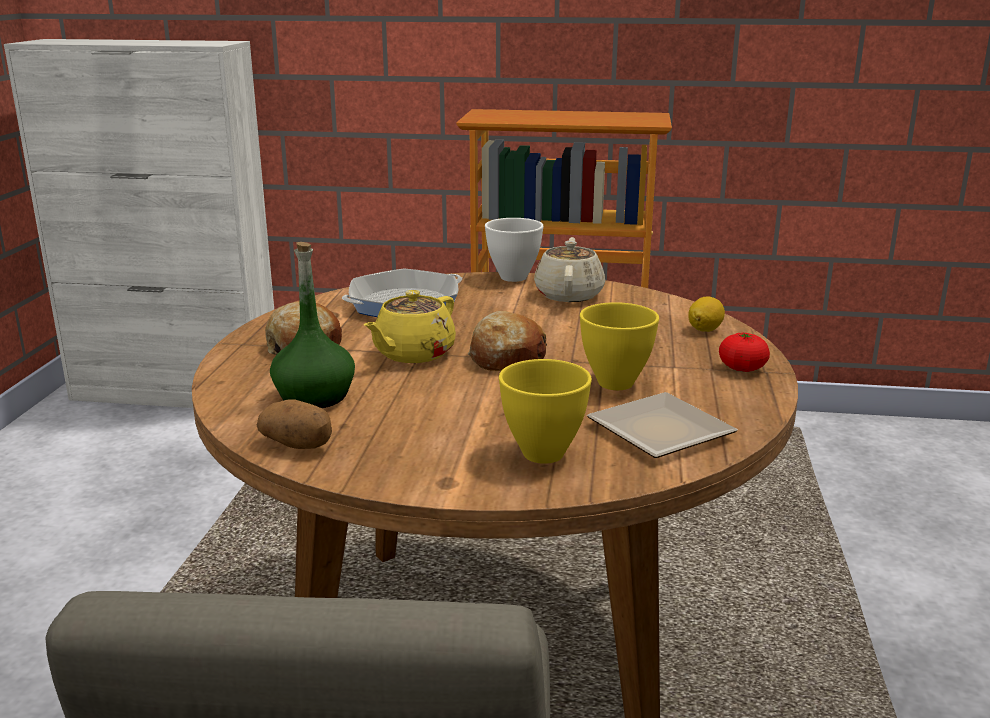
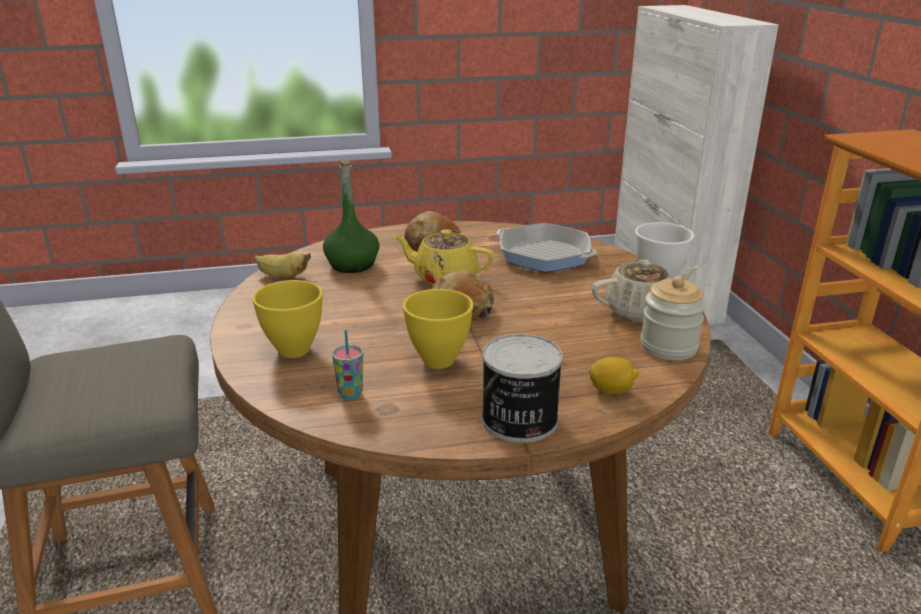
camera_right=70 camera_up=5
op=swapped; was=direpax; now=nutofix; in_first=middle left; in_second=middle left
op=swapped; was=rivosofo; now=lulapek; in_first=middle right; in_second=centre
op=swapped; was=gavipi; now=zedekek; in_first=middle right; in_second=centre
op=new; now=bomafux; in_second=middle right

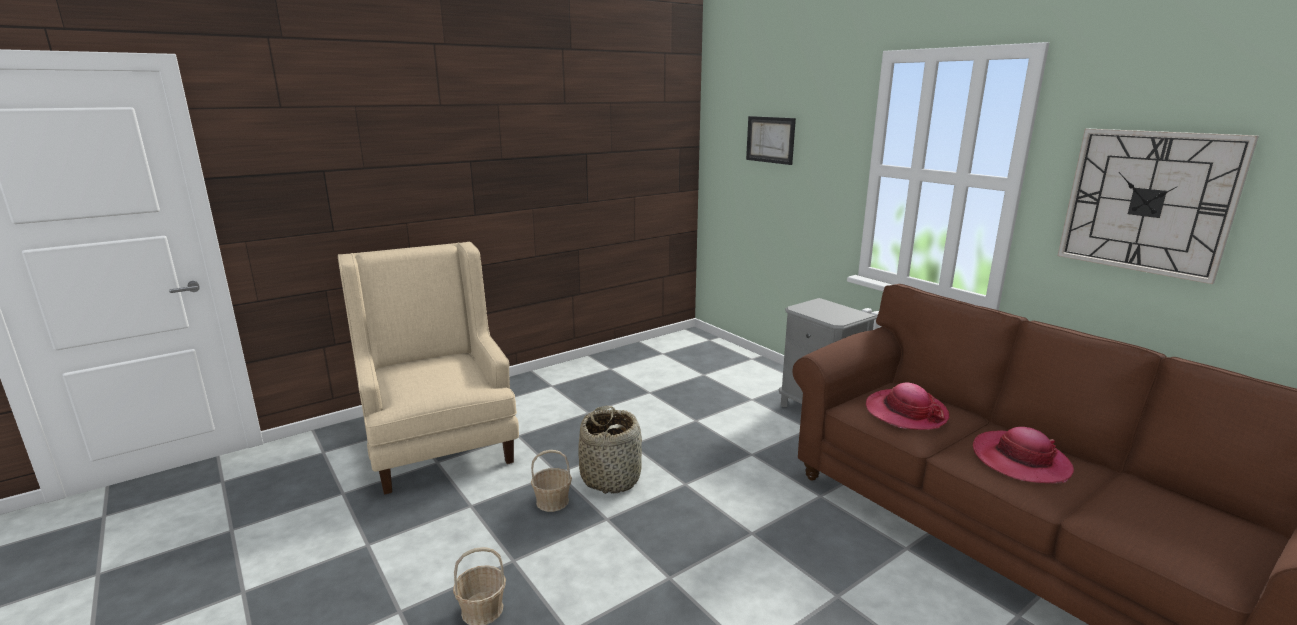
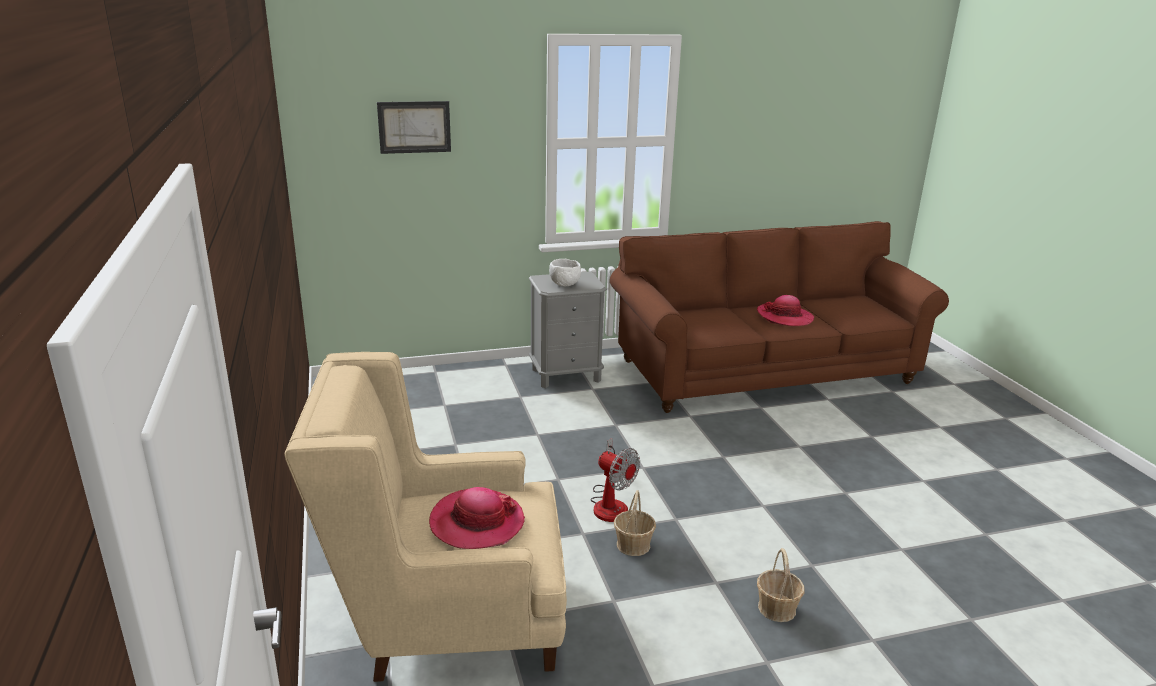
camera_right=-70 camera_up=5
op=shifted; was=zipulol (no. 1 from left); in_first=middle right; in_second=bottom centre
op=new; now=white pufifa; in_second=centre
op=swapped; was=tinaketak (no. 3 from left); now=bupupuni; in_first=bottom centre; in_second=bottom centre
op=gone; was=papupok; in_first=top right

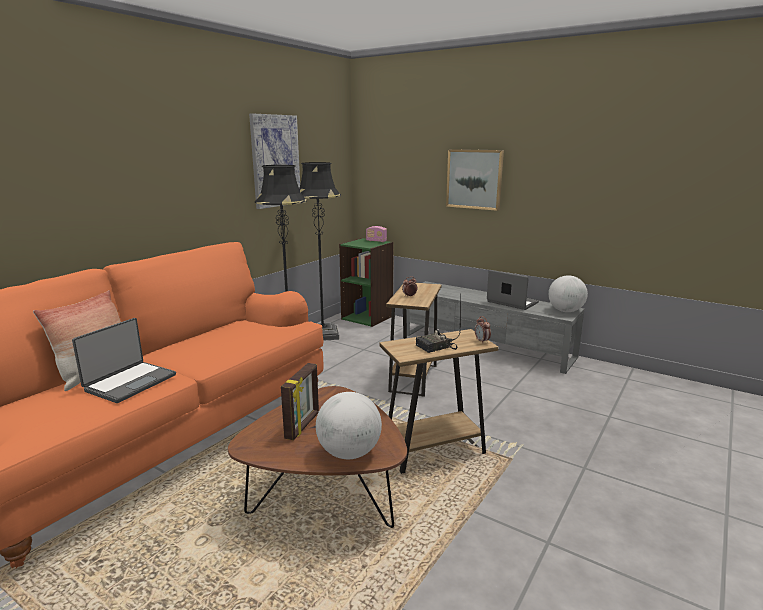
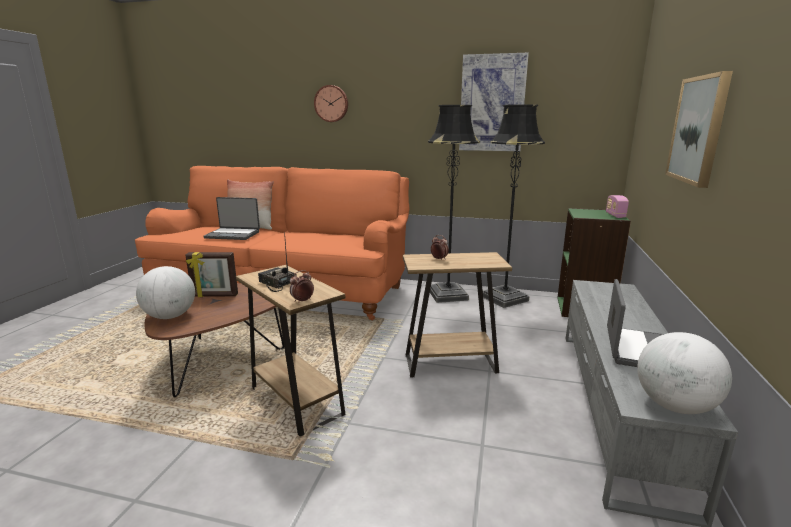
camera_right=70 camera_up=0
op=new; now=papupok; in_second=top centre

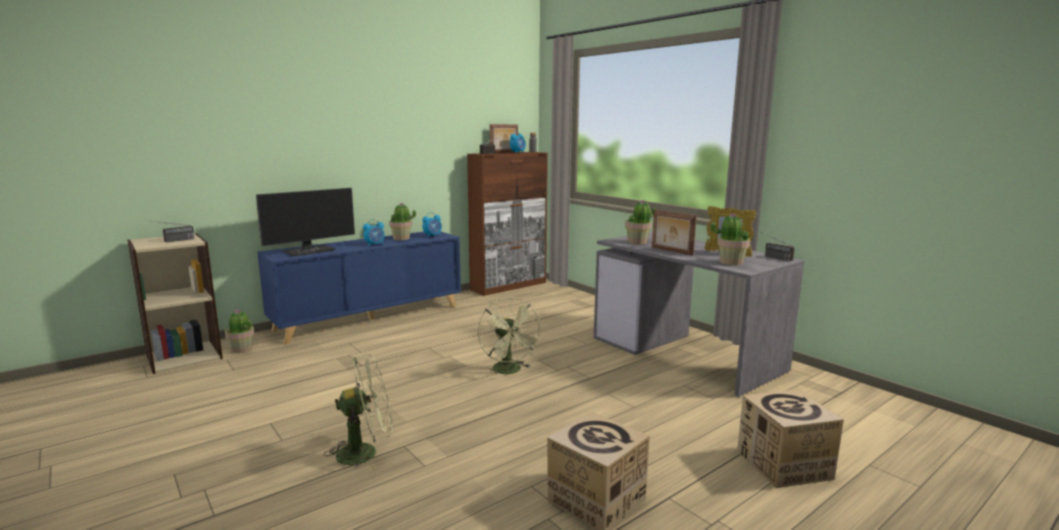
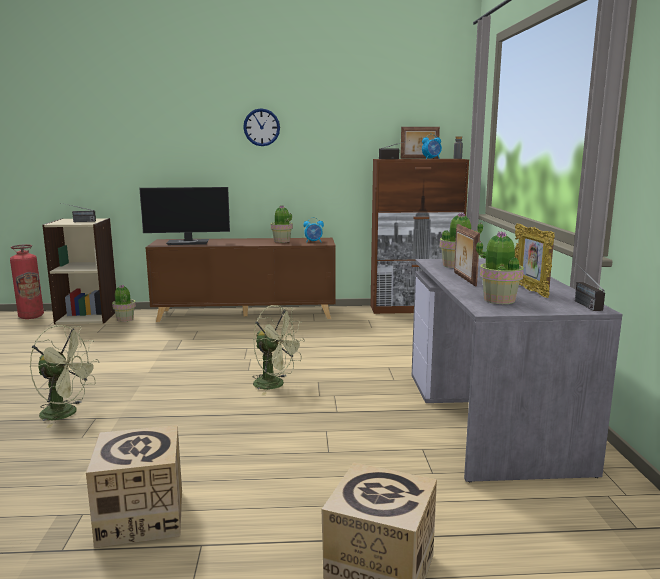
camera_right=35 camera_up=0
op=new; now=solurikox; in_second=middle left
op=repainted; was=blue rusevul; now=brown rusevul (no. 1 from left); in_first=centre; in_second=centre
op=new; now=papupok; in_second=top centre
op=rotated; was=green bupupuni (no. 2 from left); in_first=centre; in_second=centre; clockwise=-75
op=gone; was=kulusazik (no. 1 from left); in_first=centre

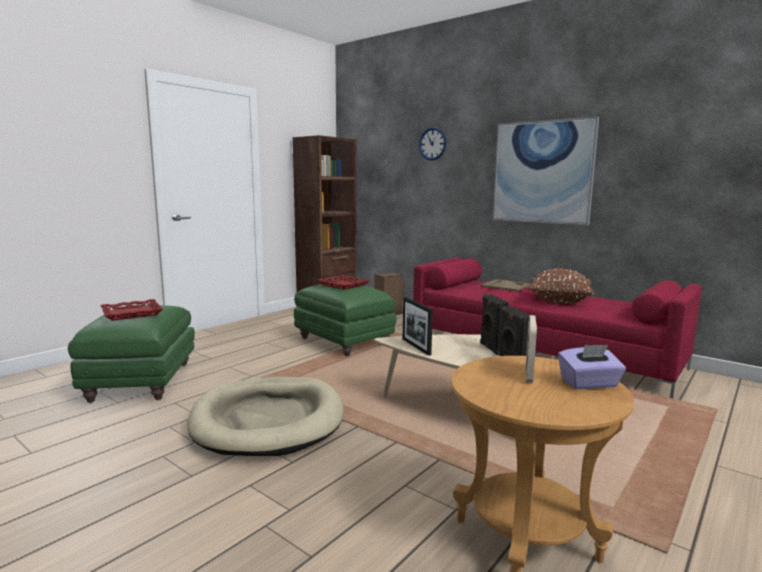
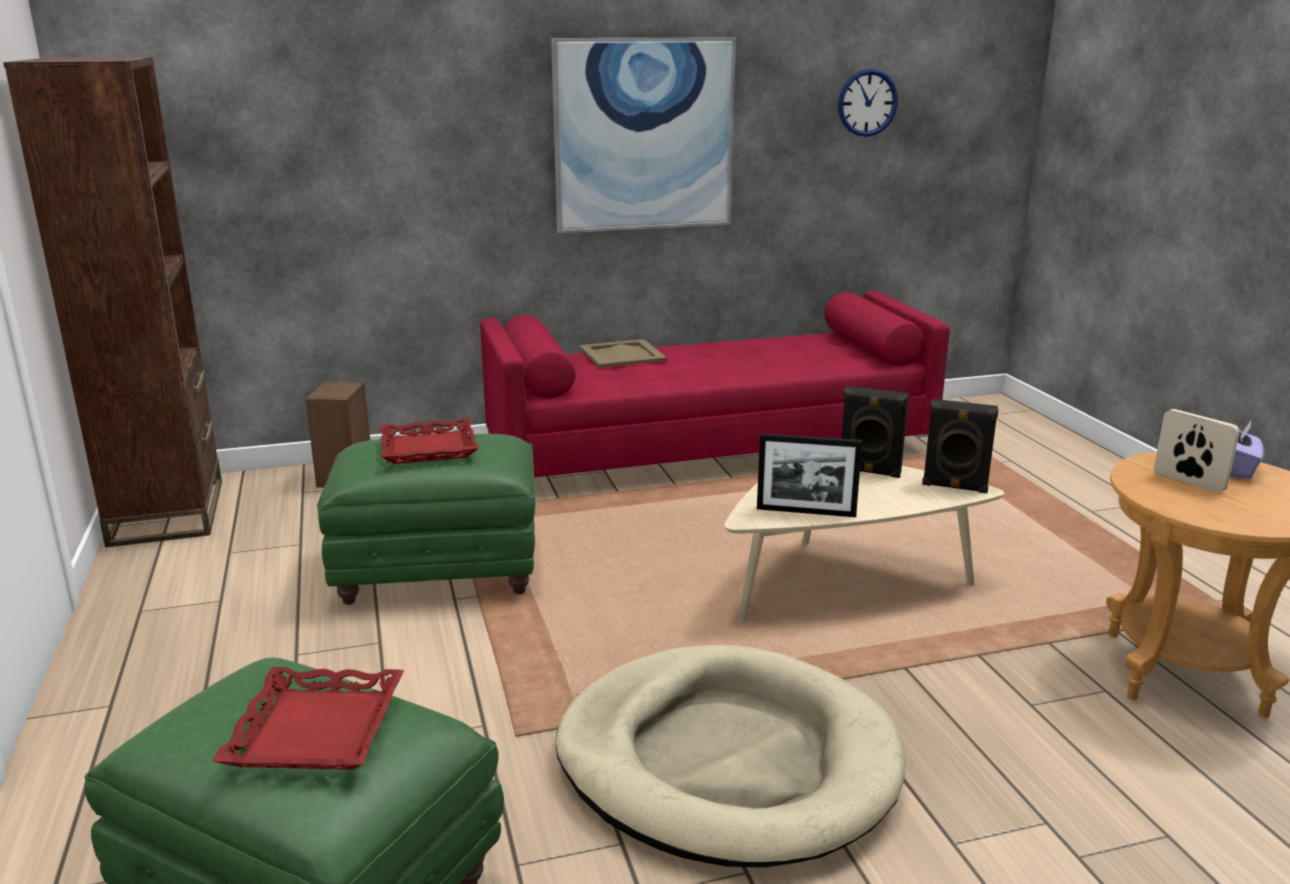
camera_right=-55 camera_up=10
op=shifted; was=papupok; in_first=top centre; in_second=top right
op=gone; was=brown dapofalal; in_first=middle right

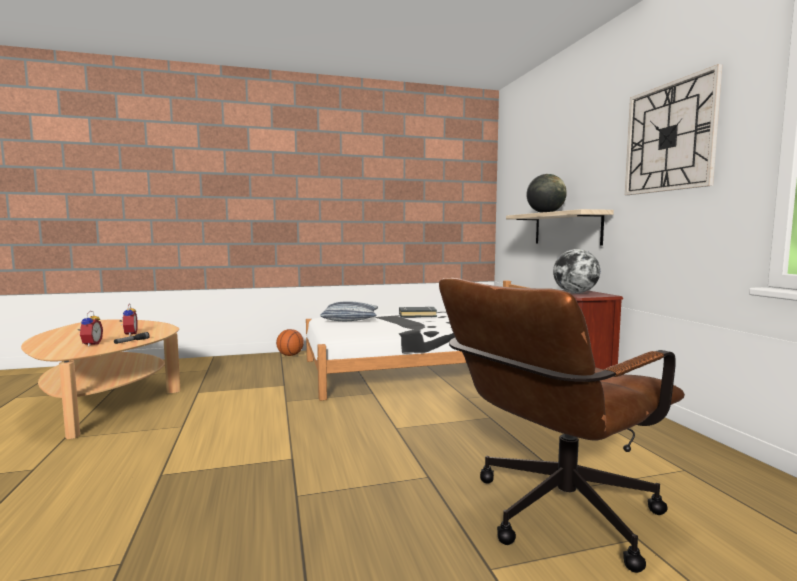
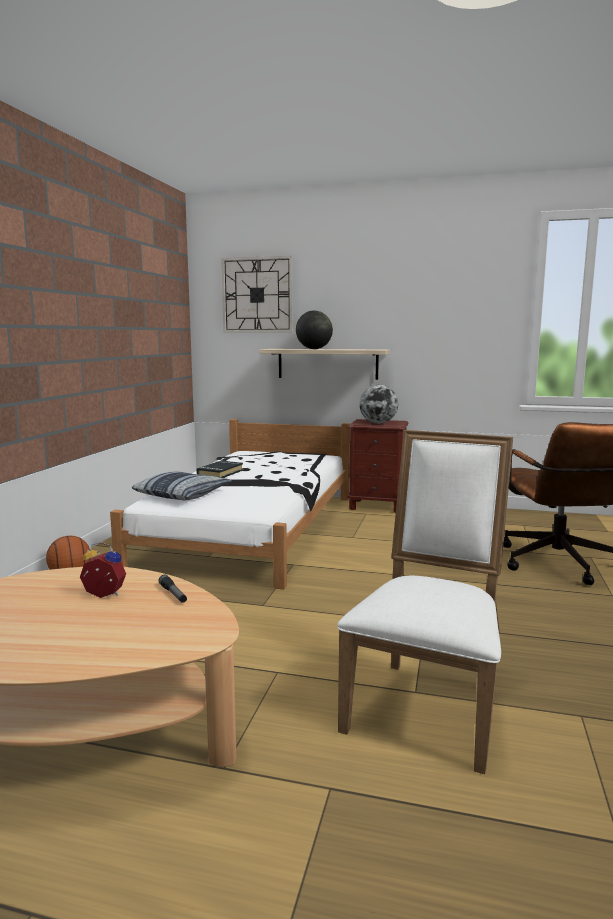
camera_right=-60 camera_up=5
op=shifted; was=papupok; in_first=top right; in_second=top centre
op=new; now=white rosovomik; in_second=middle right
op=gone; was=kulusazik (no. 1 from left); in_first=middle left

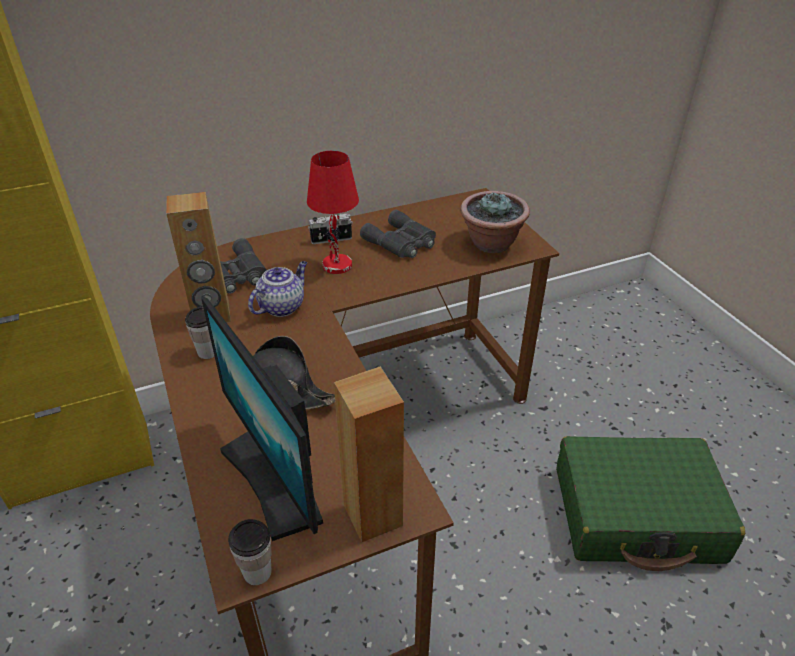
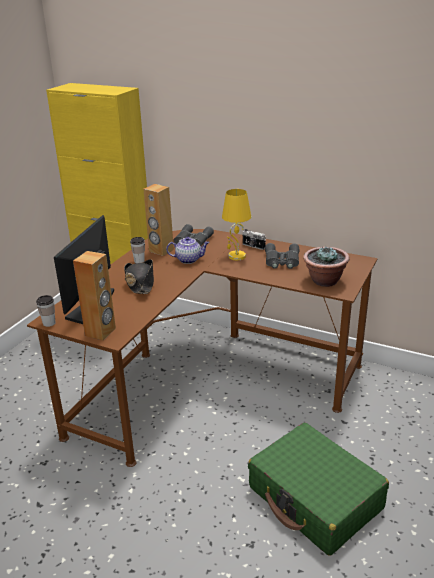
camera_right=50 camera_up=-10
op=repainted; was=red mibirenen; now=yellow mibirenen; in_first=top centre; in_second=centre

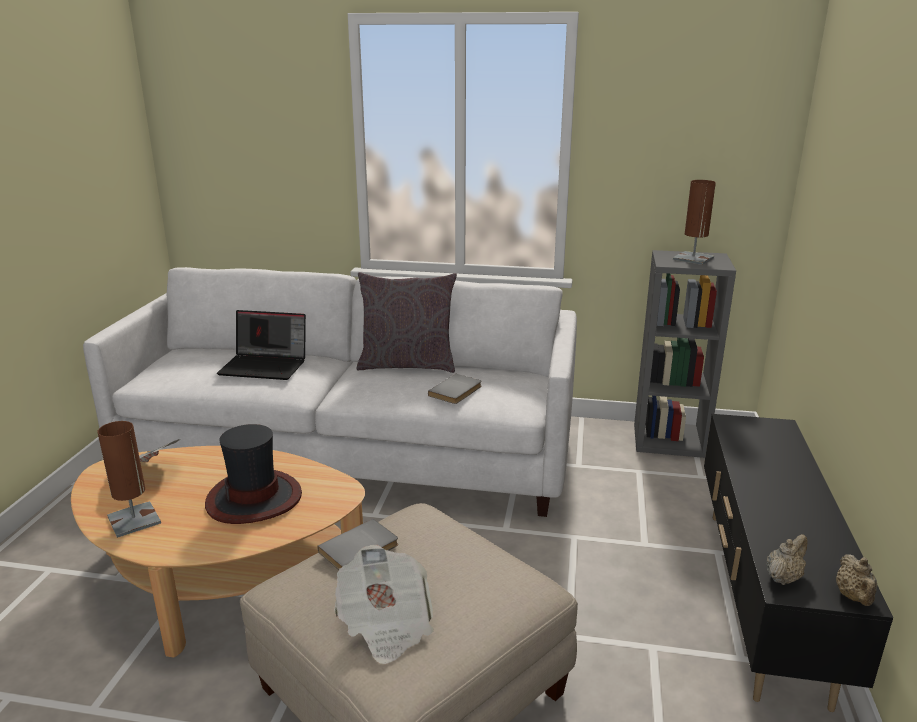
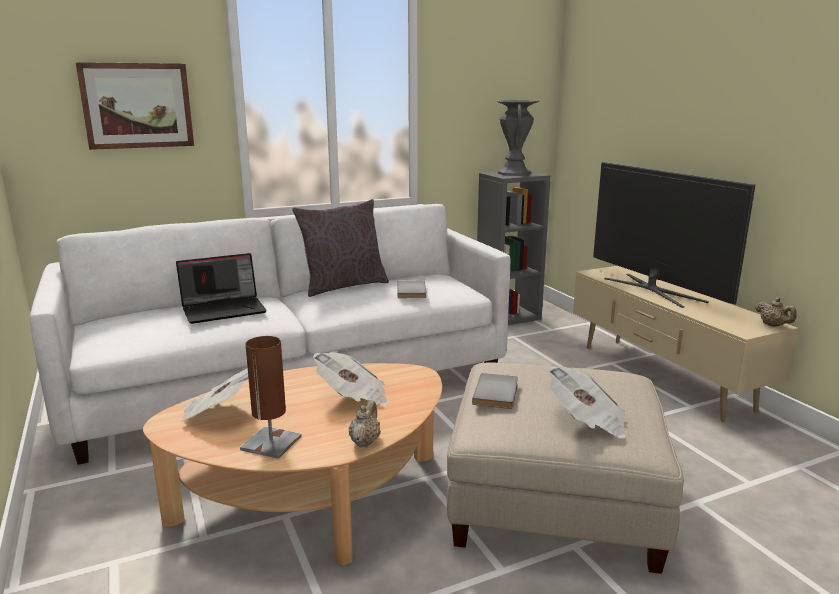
camera_right=-35 camera_up=-5
op=new; now=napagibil; in_second=top left
op=swapped; was=zipulol; now=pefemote (no. 2 from left); in_first=middle left; in_second=centre
op=shifted; was=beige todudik (no. 1 from left); in_first=bottom right; in_second=bottom centre
op=swapped; was=brown mibirenen (no. 2 from left); now=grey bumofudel; in_first=top right; in_second=top centre
op=repainted; was=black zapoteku; now=beige zapoteku; in_first=bottom right; in_second=middle right
op=new; now=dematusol; in_second=middle right

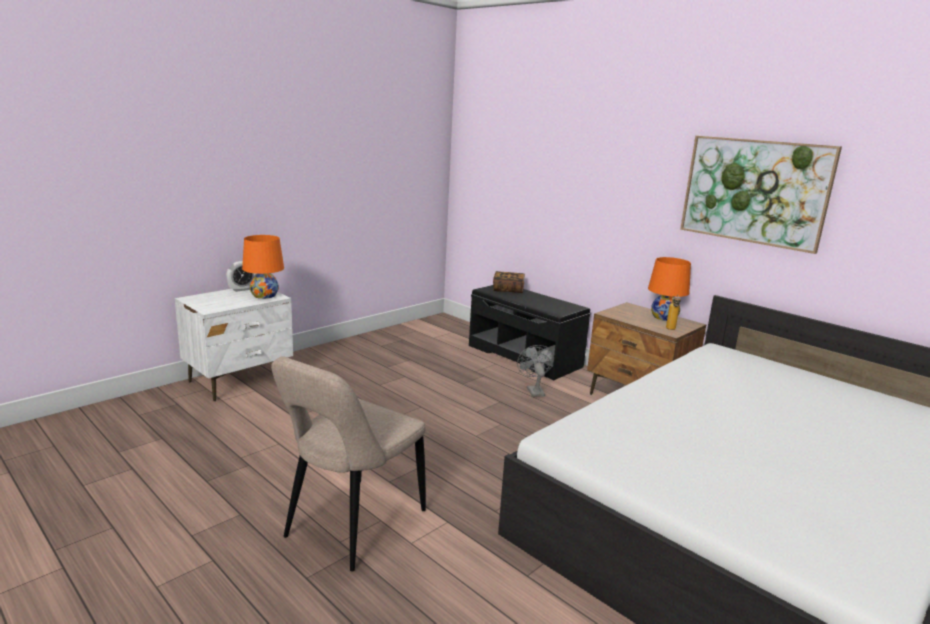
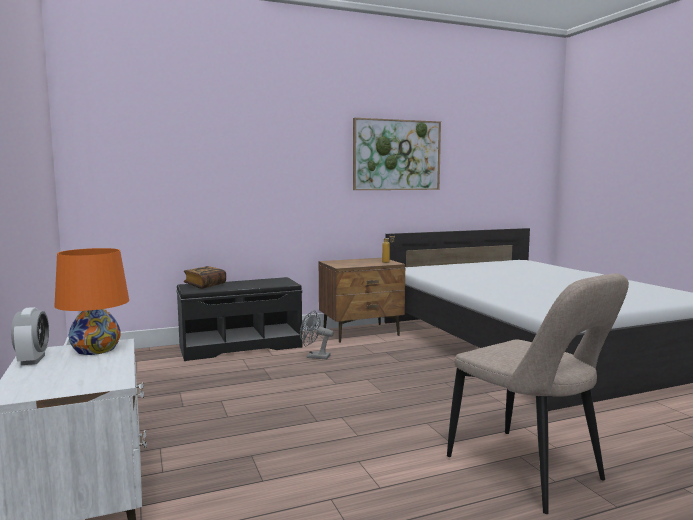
camera_right=-65 camera_up=-10
op=gone; was=orange mibirenen (no. 2 from left); in_first=middle right

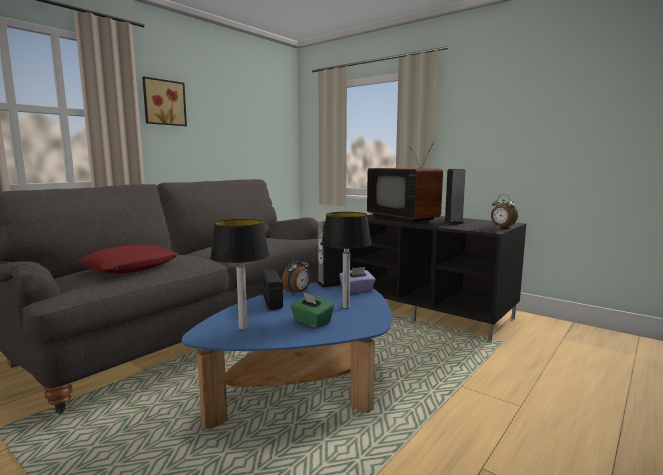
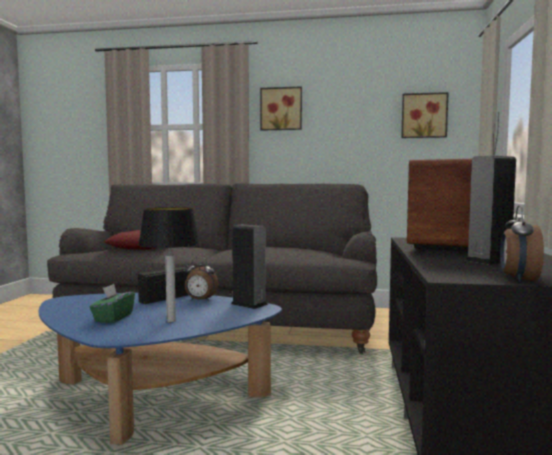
camera_right=60 camera_up=-5
op=new; now=napagibil (no. 2 from left); in_second=top right
op=gone; was=mibirenen (no. 1 from left); in_first=centre
op=gone; was=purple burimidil; in_first=centre

